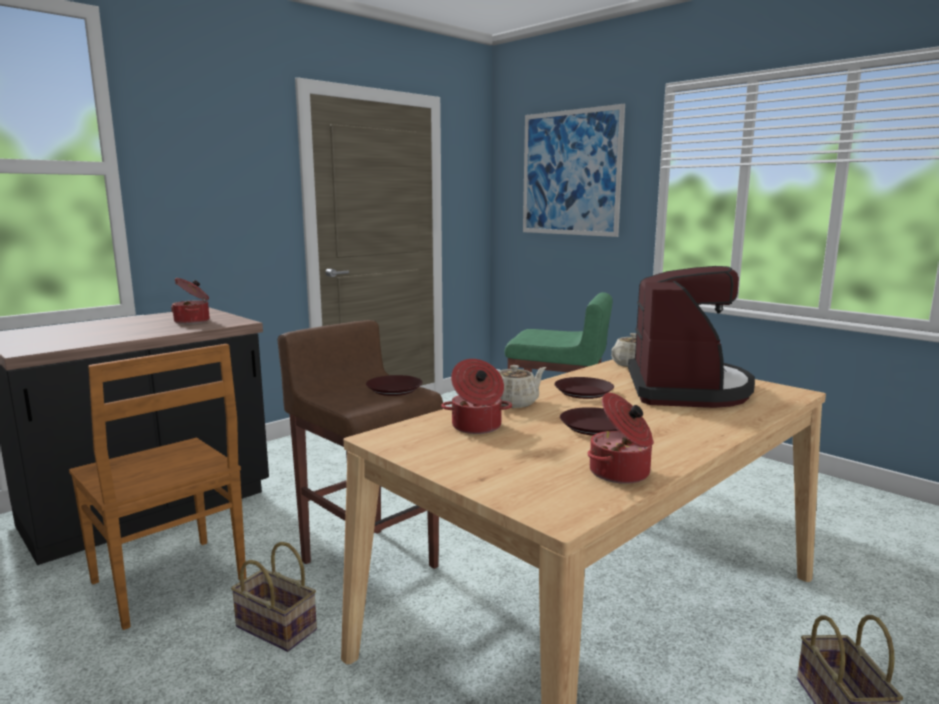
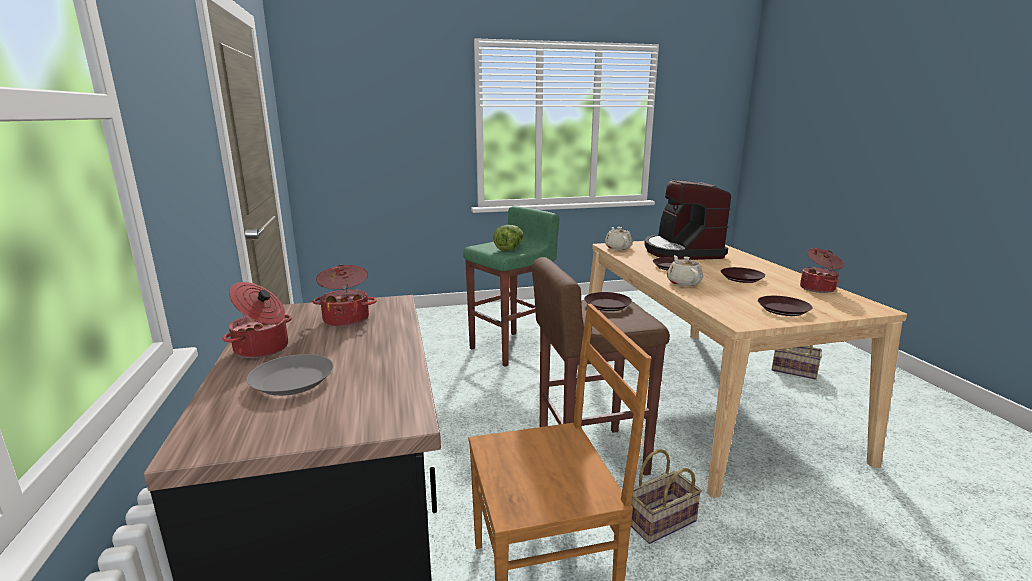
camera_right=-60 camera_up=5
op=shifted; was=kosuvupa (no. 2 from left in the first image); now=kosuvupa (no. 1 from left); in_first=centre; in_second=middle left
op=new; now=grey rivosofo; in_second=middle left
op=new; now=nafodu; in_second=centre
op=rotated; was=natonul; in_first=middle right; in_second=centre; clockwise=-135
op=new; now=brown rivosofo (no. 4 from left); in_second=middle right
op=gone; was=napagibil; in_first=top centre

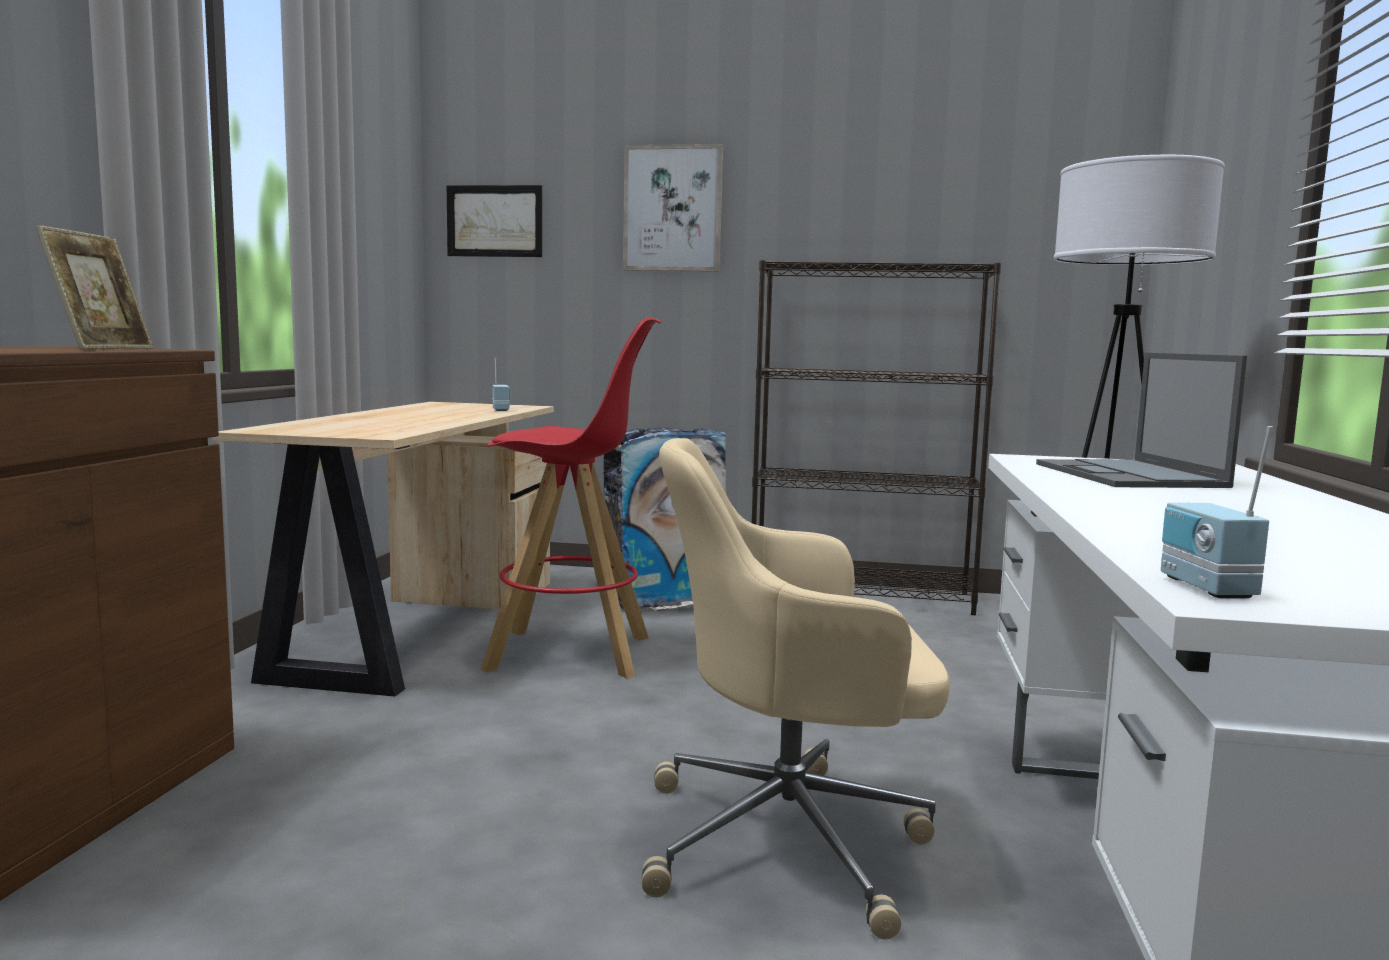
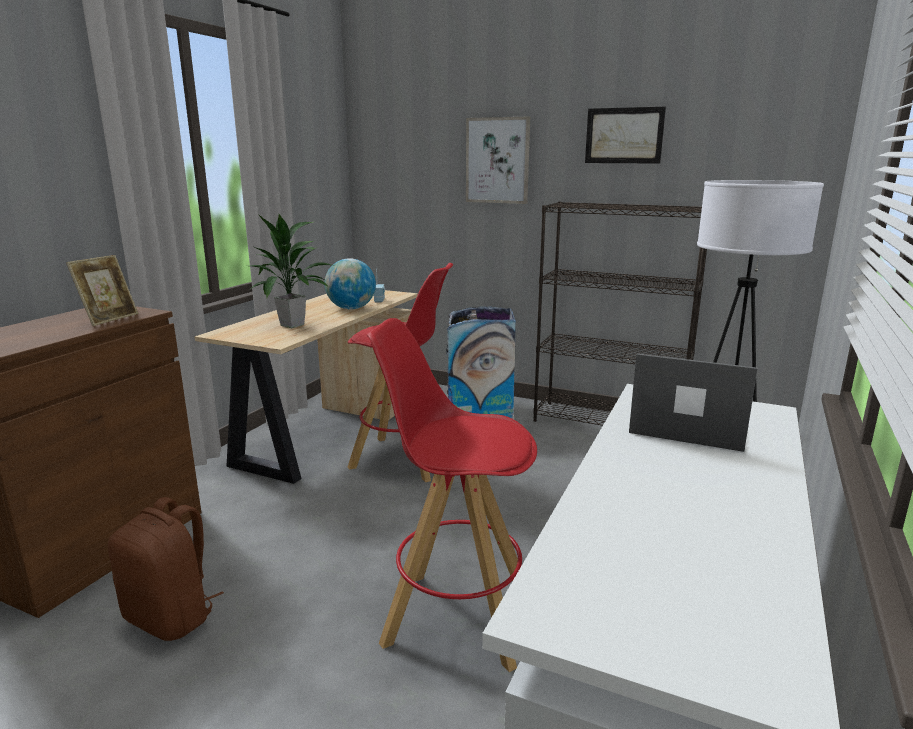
camera_right=15 camera_up=10
op=new; now=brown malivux; in_second=bottom left
op=new; now=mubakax; in_second=middle left
op=new; now=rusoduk; in_second=centre
op=swapped; was=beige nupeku; now=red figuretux (no. 2 from left); in_first=bottom centre; in_second=bottom centre
op=shifted; was=napagibil (no. 1 from left in the first image); now=napagibil (no. 2 from left); in_first=top centre; in_second=top right
op=rotated; was=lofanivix; in_first=middle right; in_second=middle right; clockwise=105
op=gone; was=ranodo (no. 2 from left); in_first=middle right

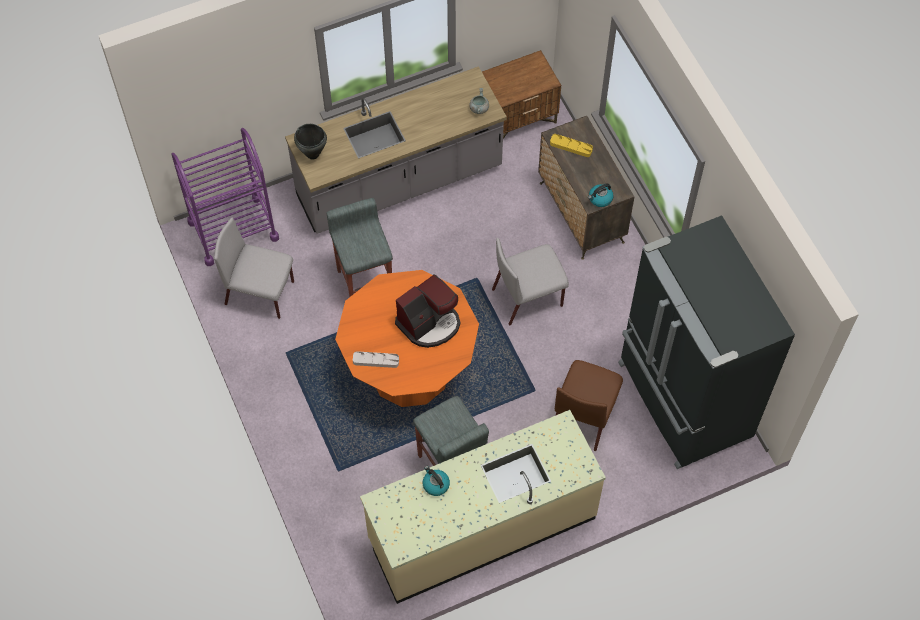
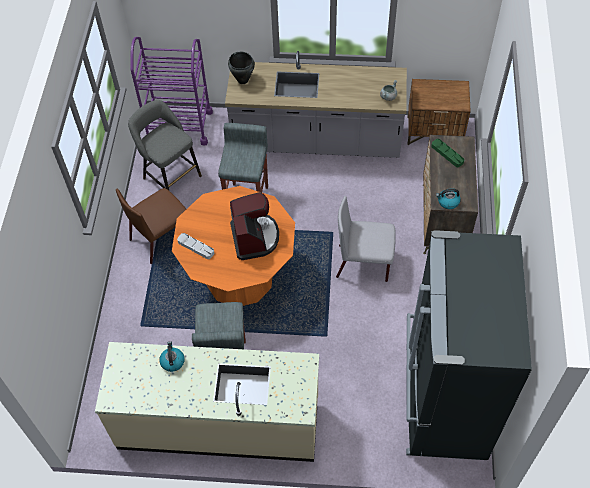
camera_right=30 camera_up=-5
op=shifted; was=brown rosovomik; in_first=centre; in_second=middle left
op=swapped; was=grey rosovomik (no. 1 from left); now=grey figuretux (no. 1 from left); in_first=middle left; in_second=top left
op=rotated; was=natonul; in_first=centre; in_second=centre; clockwise=-90
op=repainted; was=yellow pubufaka; now=green pubufaka; in_first=top centre; in_second=top right

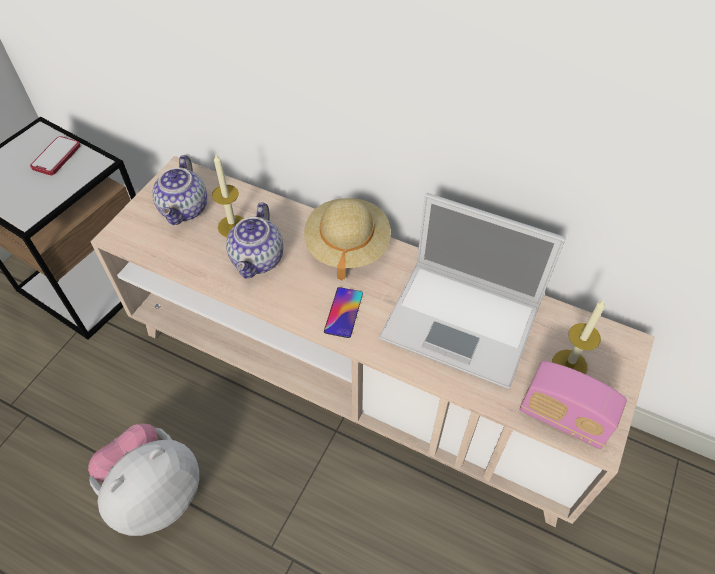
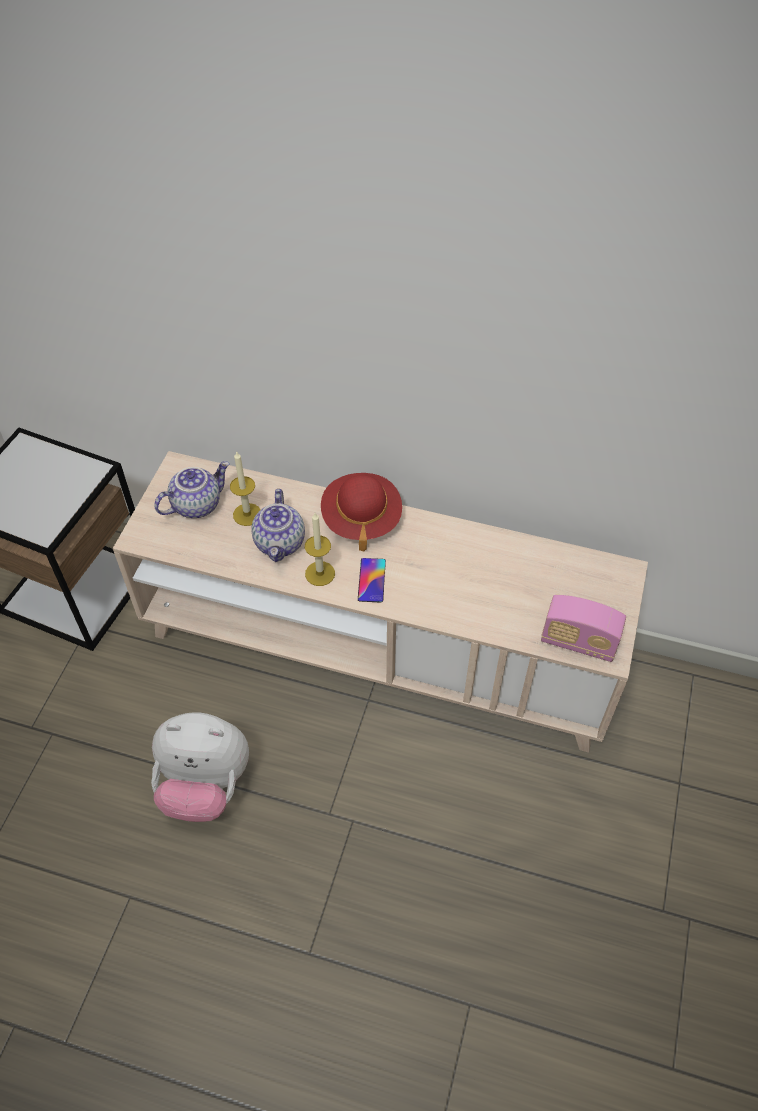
camera_right=-10 camera_up=0
op=rotated; was=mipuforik; in_first=bottom left; in_second=bottom left; clockwise=-120
op=rotated; was=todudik (no. 1 from left); in_first=top left; in_second=middle left; clockwise=-120
op=shifted; was=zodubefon (no. 2 from left); in_first=middle right; in_second=centre
op=repainted; was=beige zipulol; now=red zipulol; in_first=centre; in_second=centre
op=gone; was=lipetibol (no. 1 from left); in_first=top left
op=gone; was=lofanivix; in_first=centre

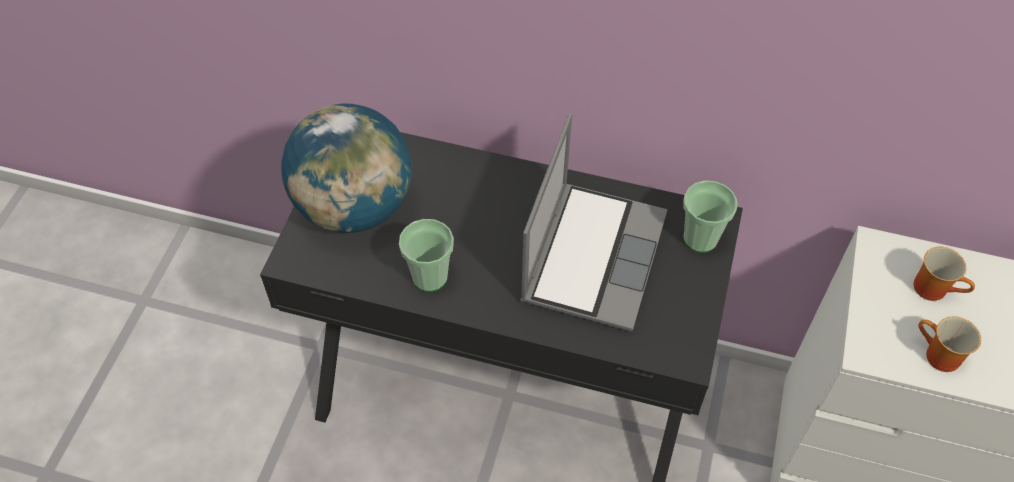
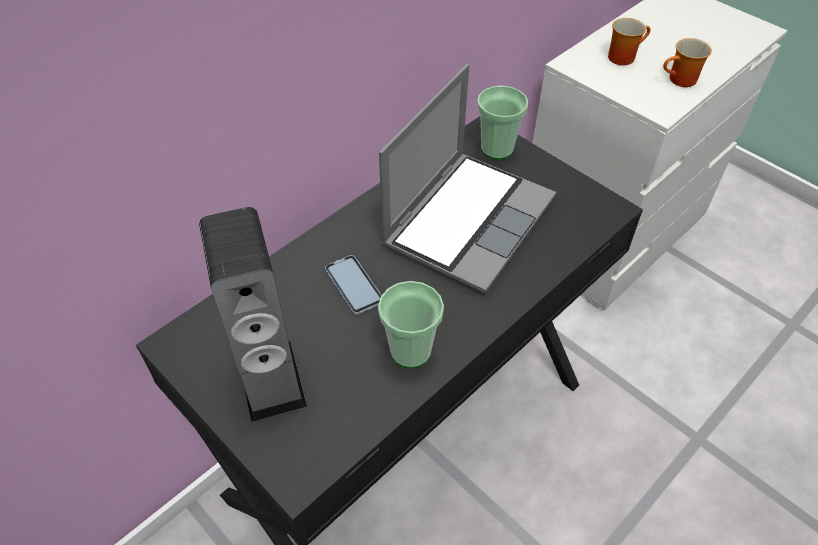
camera_right=-60 camera_up=-5
op=swapped; was=rusoduk; now=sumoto; in_first=centre; in_second=middle left
op=new; now=lipetibol; in_second=centre
op=rotated; was=lofanivix; in_first=centre; in_second=top centre; clockwise=75

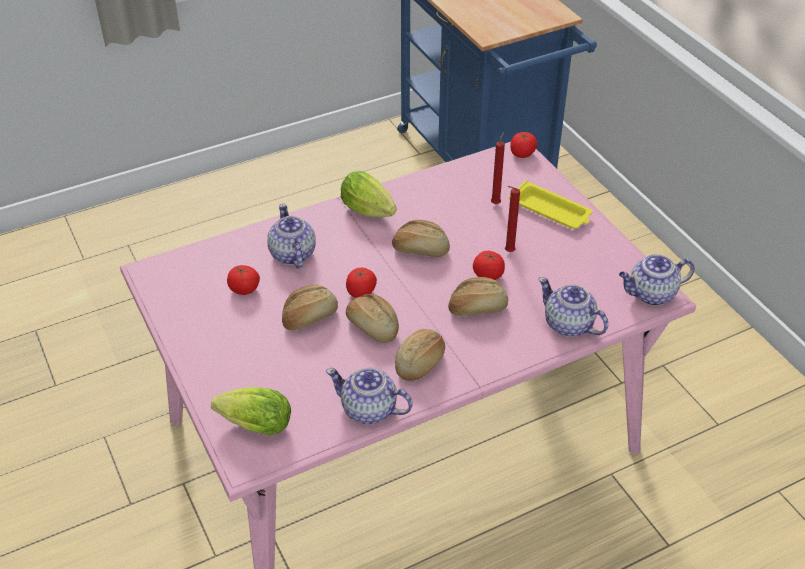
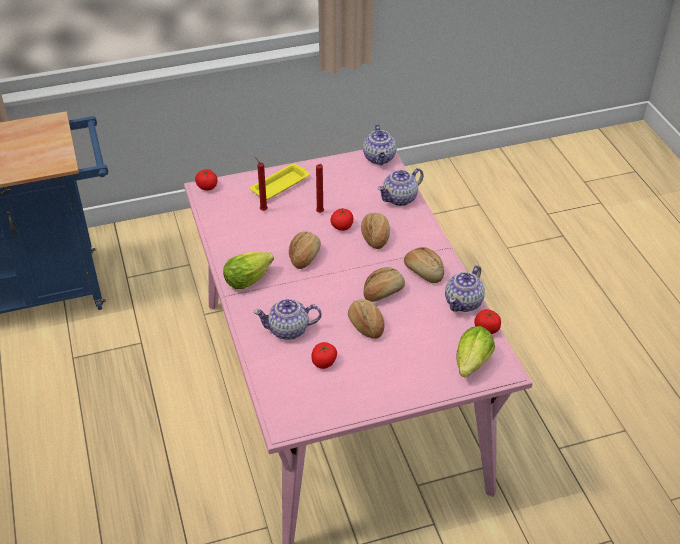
camera_right=-80 camera_up=0
op=shifted; was=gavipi (no. 2 from left in the first image); now=gavipi (no. 4 from left); in_first=centre; in_second=middle right

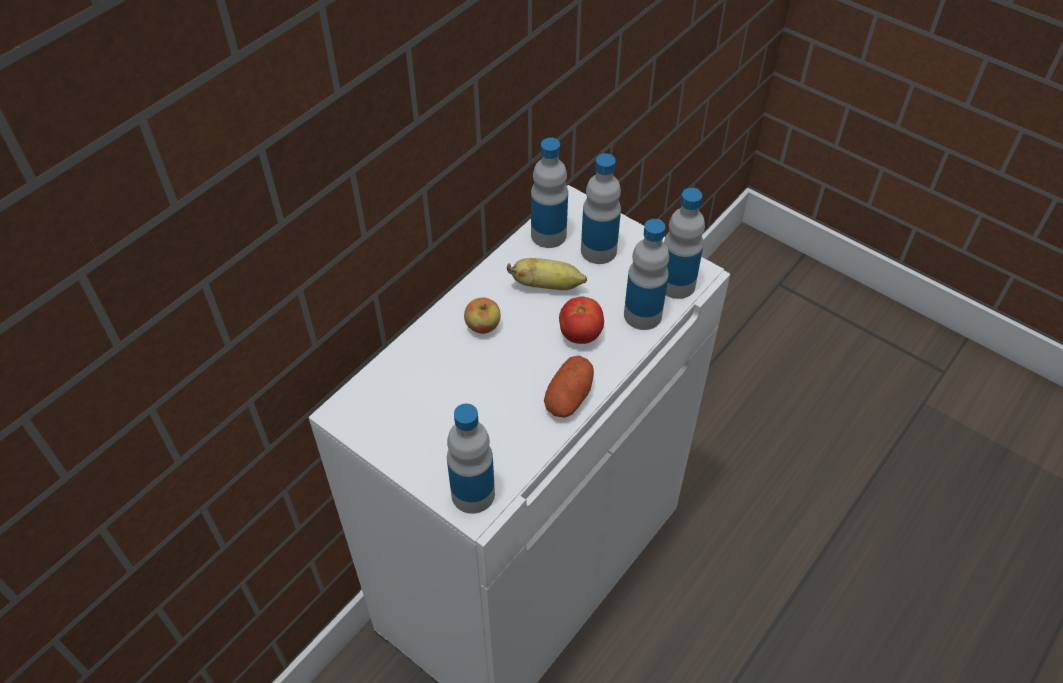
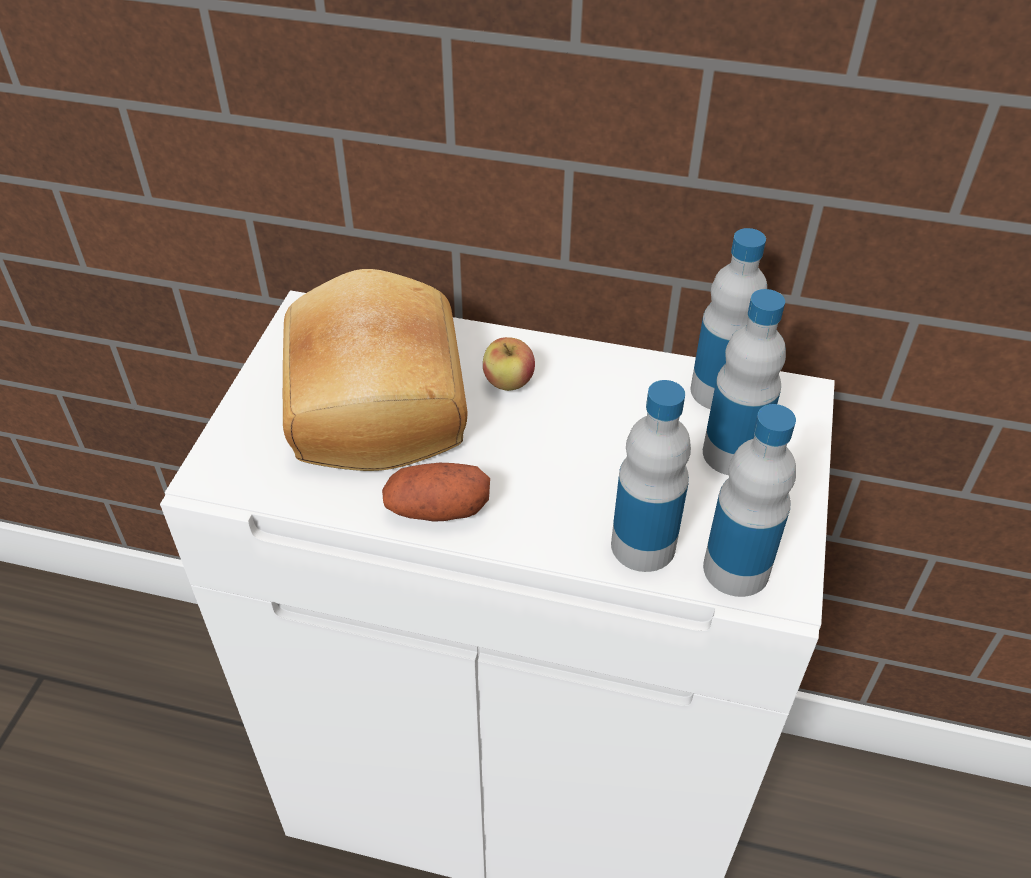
camera_right=65 camera_up=-5
op=new; now=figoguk; in_second=centre
op=gone; was=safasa (no. 1 from left); in_first=bottom centre
op=gone; was=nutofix; in_first=centre
op=gone; was=gavipi; in_first=centre

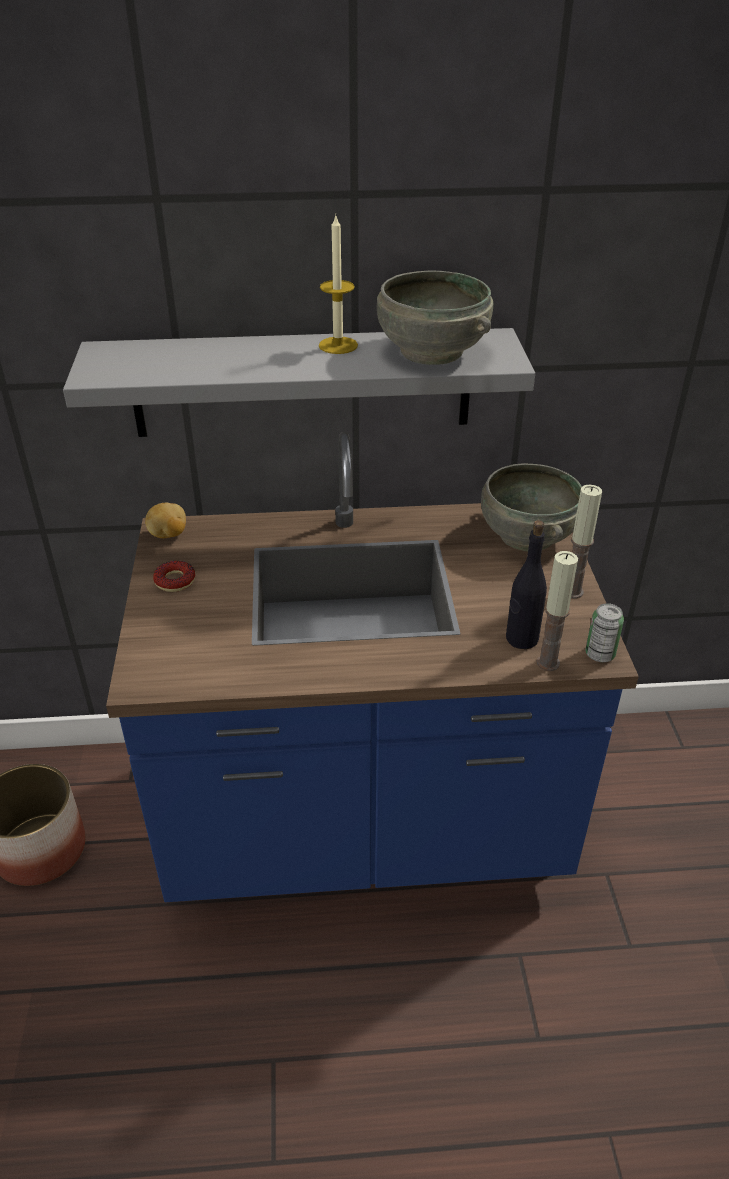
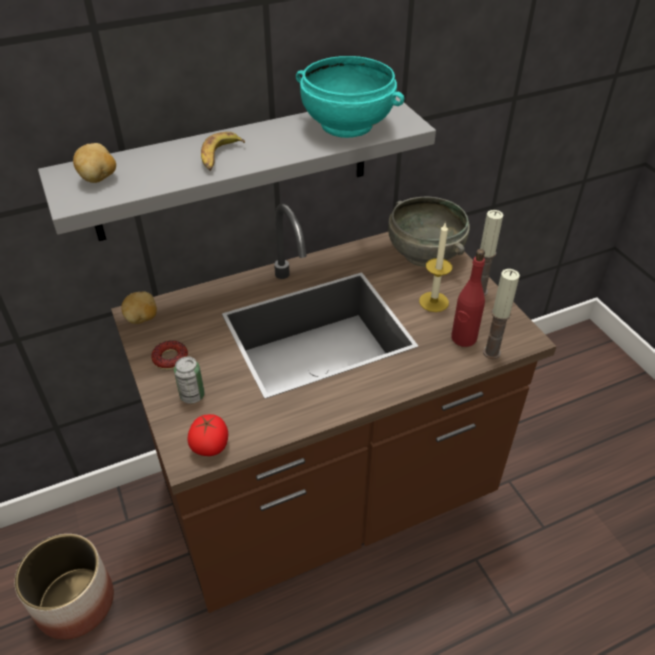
camera_right=-20 camera_up=5
op=new; now=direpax (no. 1 from left); in_second=top left
op=repainted; was=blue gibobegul; now=brown gibobegul; in_first=centre; in_second=centre
op=shifted; was=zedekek; in_first=middle right; in_second=middle left
op=new; now=gavipi; in_second=middle left
op=new; now=nutofix; in_second=top centre
op=repainted; was=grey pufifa (no. 1 from left); now=turquoise pufifa; in_first=top centre; in_second=top centre
op=shifted; was=zodubefon (no. 1 from left); in_first=top centre; in_second=centre
op=repainted; was=black safasa; now=red safasa; in_first=middle right; in_second=middle right

